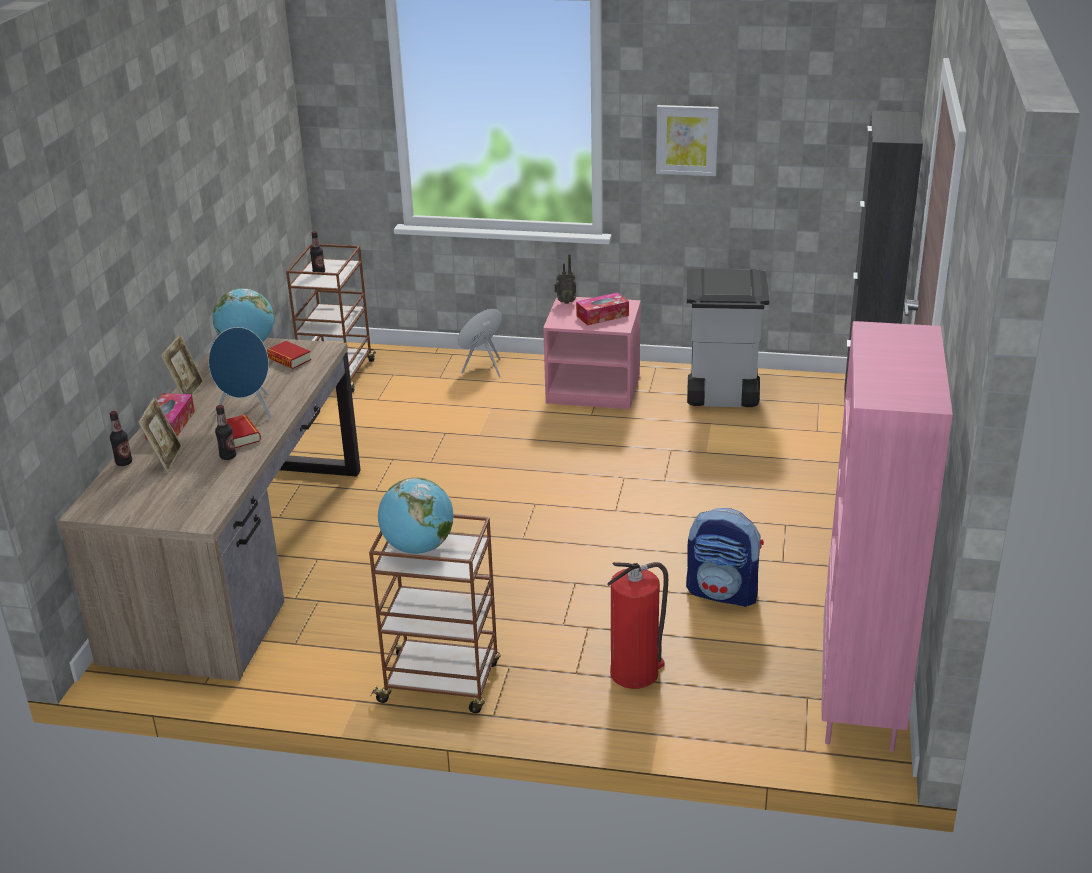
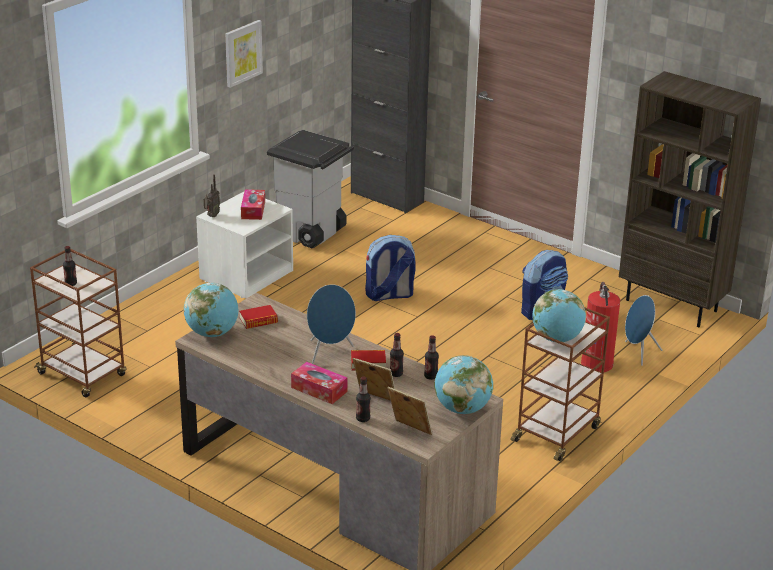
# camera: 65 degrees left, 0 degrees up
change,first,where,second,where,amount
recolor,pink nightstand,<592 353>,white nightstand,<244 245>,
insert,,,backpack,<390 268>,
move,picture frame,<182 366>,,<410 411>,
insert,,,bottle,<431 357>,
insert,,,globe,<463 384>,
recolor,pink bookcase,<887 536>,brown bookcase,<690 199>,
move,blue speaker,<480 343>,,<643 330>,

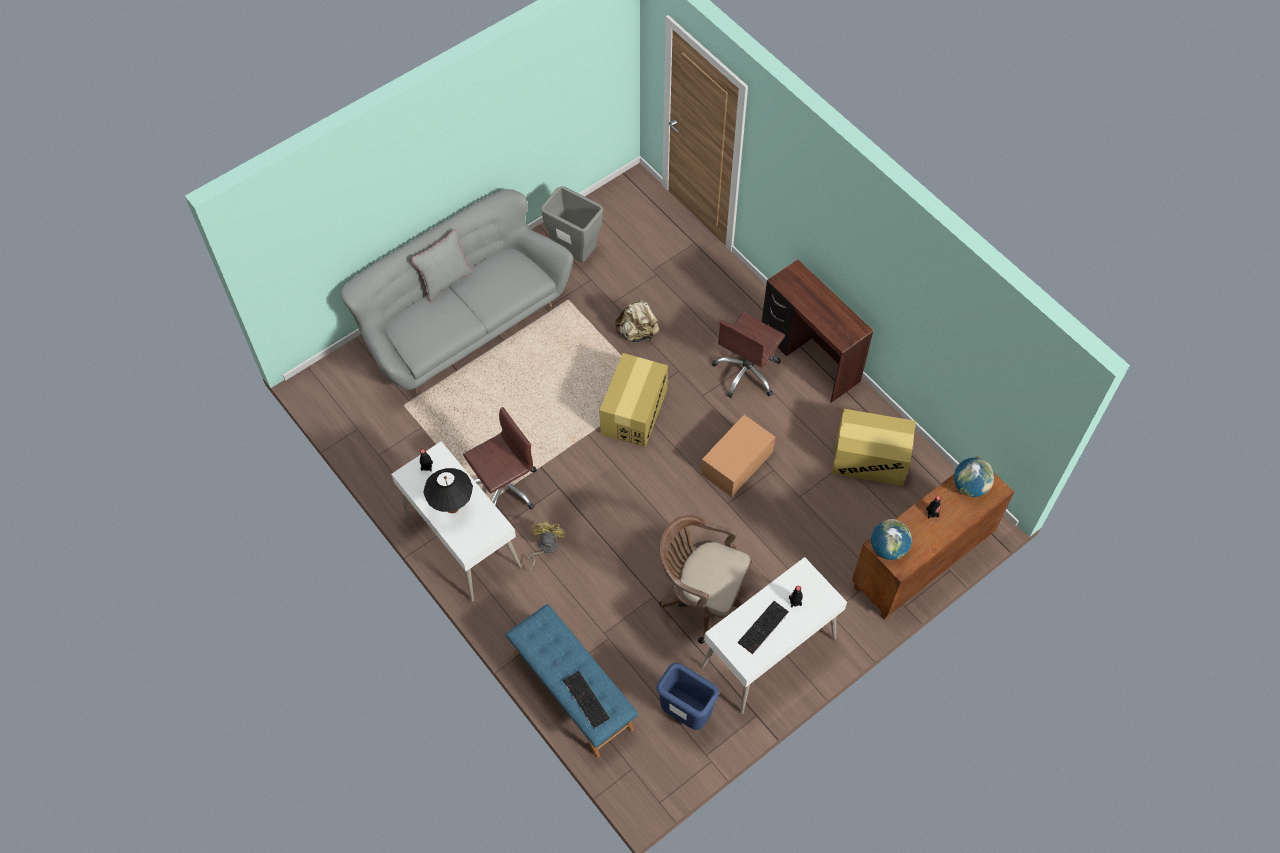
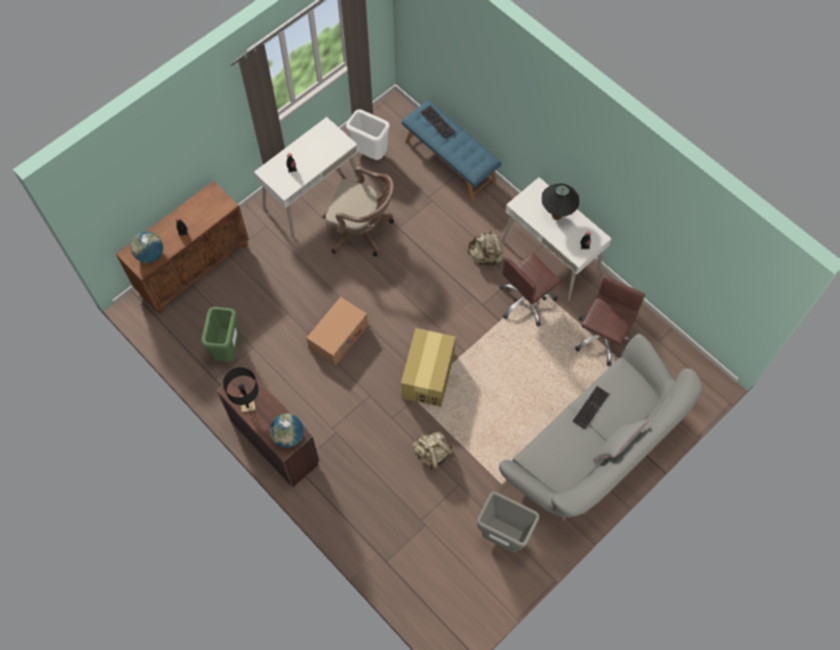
# camera: 175 degrees right, 5 degrees up
change,first,where,second,where,amount
replace,cardboard box,<874 447>,green trash can,<220 334>,
insert,,,black table lamp,<241 390>,
move,globe,<891 539>,,<287 430>,
recolor,blue trash can,<687 696>,white trash can,<368 134>,
replace,yellow fan,<546 546>,beige backpack,<485 248>,
move,keyboard,<763 627>,,<591 407>,
move,brown office chair,<748 355>,,<610 320>,

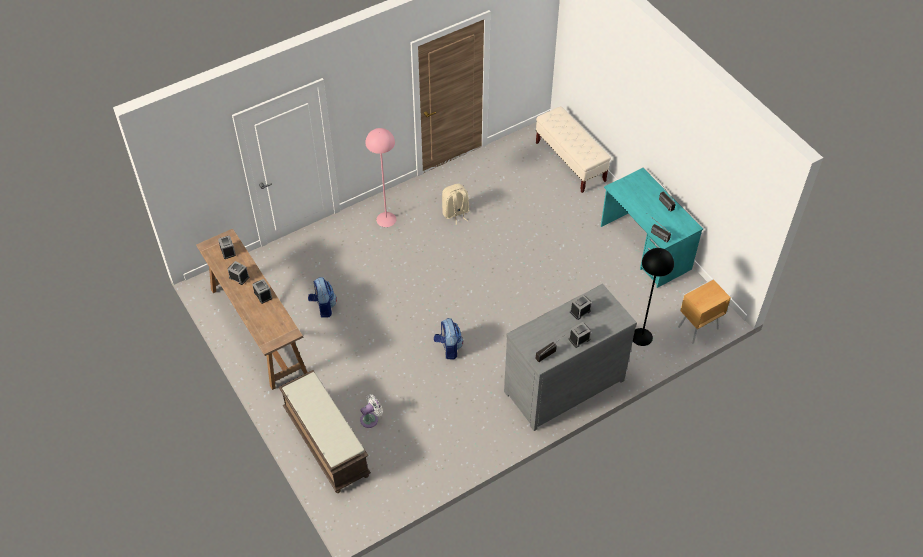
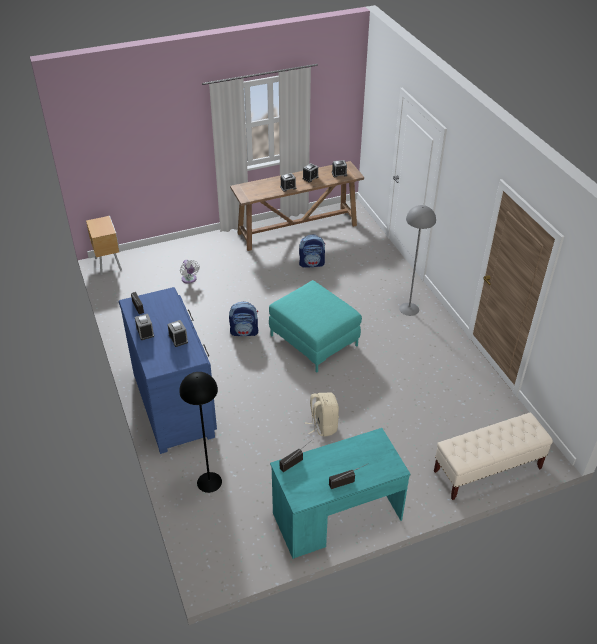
# camera: 100 degrees right, 10 degrees down
change,first,where,second,where,amount
move,brown nightstand,<704 311>,,<104 245>,
recolor,grey dresser,<570 357>,blue dresser,<168 370>,
insert,,,turquoise ottoman,<315 326>,
move,beige backpack,<455 204>,,<322 415>,
recolor,pink floor lamp,<380 177>,grey floor lamp,<417 260>,
delete,brown bench,<325 431>,,,

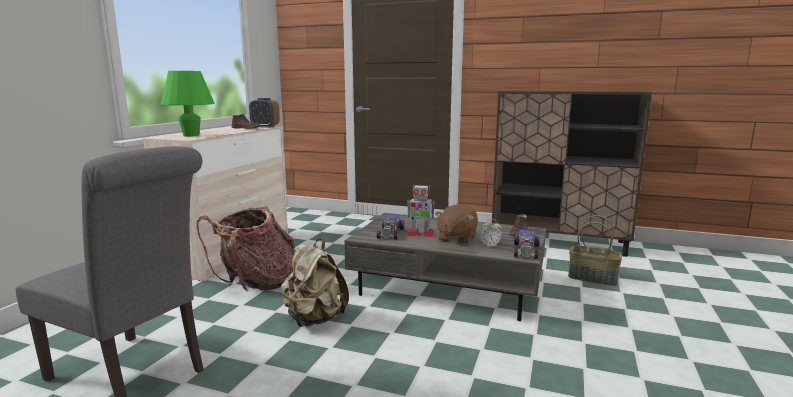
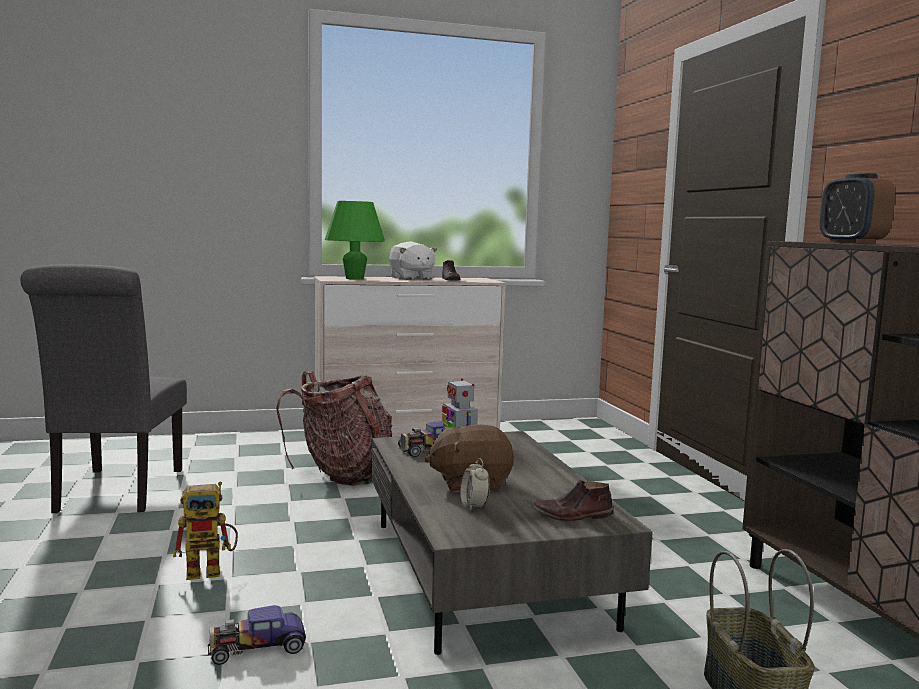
# camera: 55 degrees right, 5 degrees down
change,first,where,second,where,amount
insert,,,toy robot,<205 531>,
move,toy car,<527 244>,,<257 635>,
insert,,,white plush toy,<413 261>,
move,alarm clock,<264 113>,,<857 208>,
delete,beige backpack,<315 282>,,,

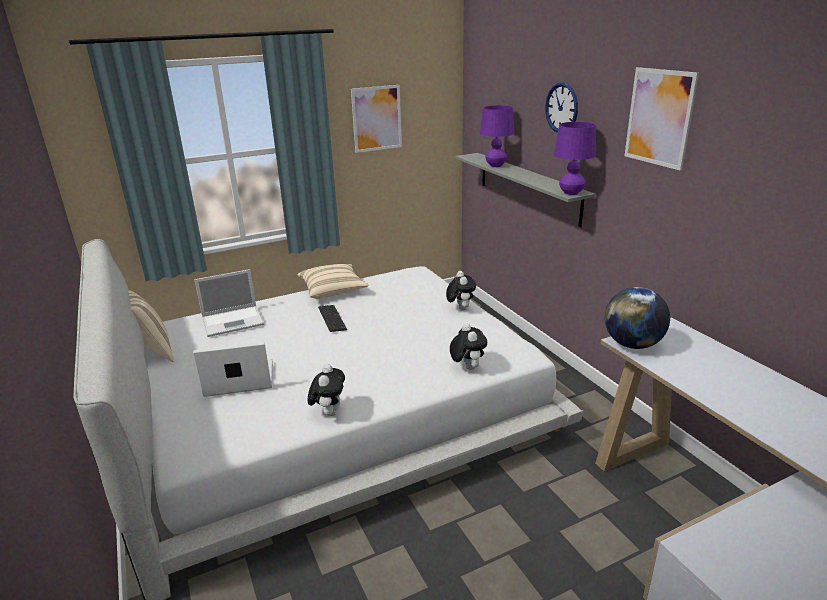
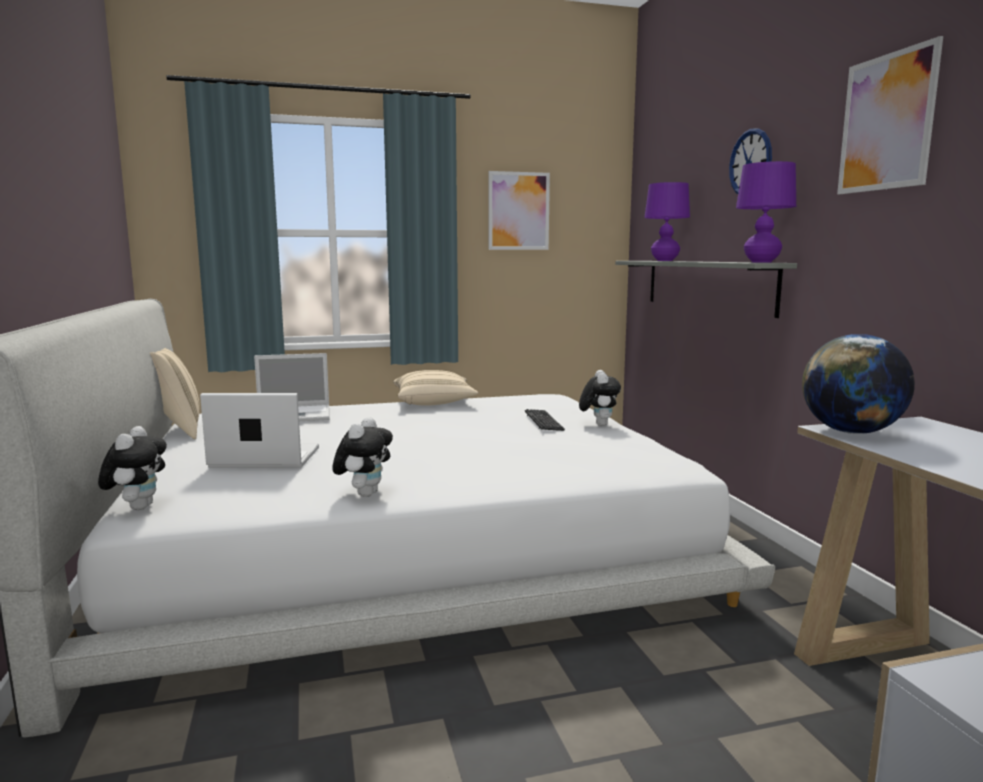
# camera: 10 degrees right, 15 degrees down
change,first,where,second,where,amount
move,plush toy,<468 346>,,<132 468>,
move,keyboard,<332 318>,,<545 420>,

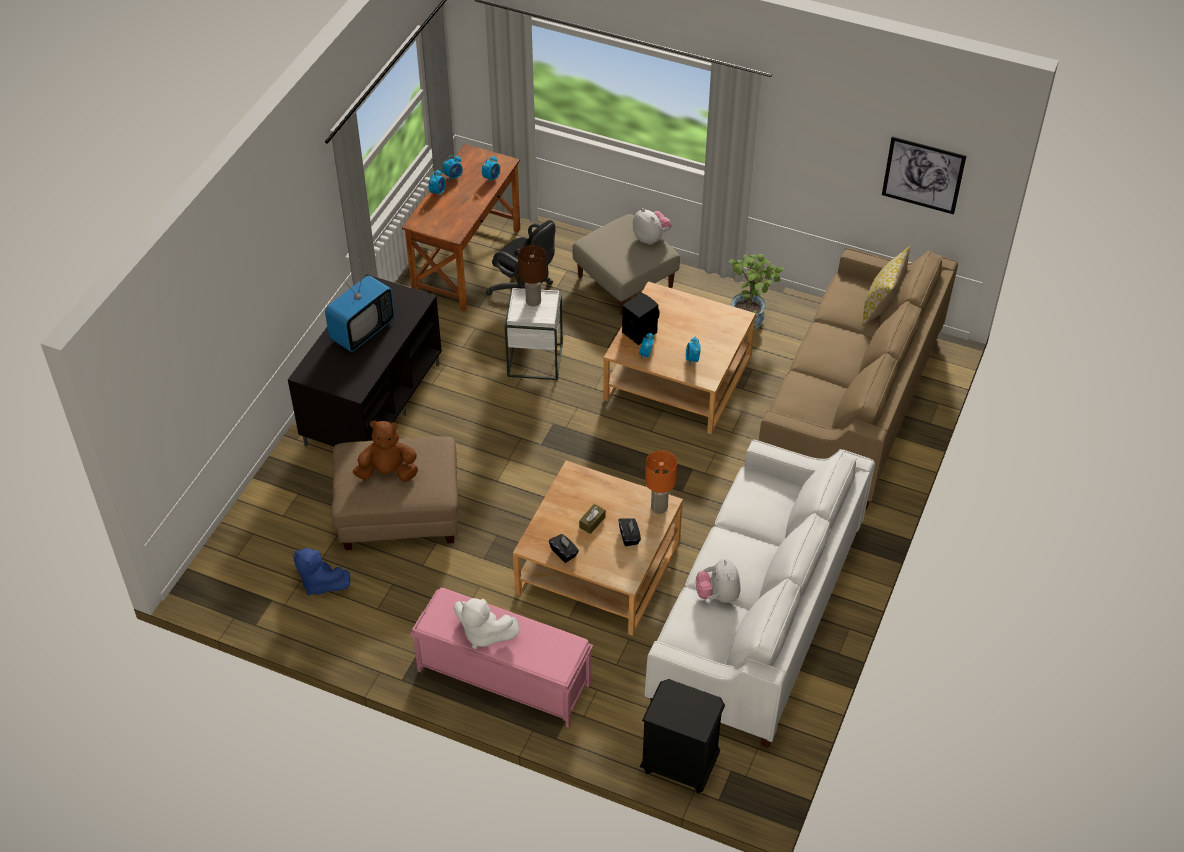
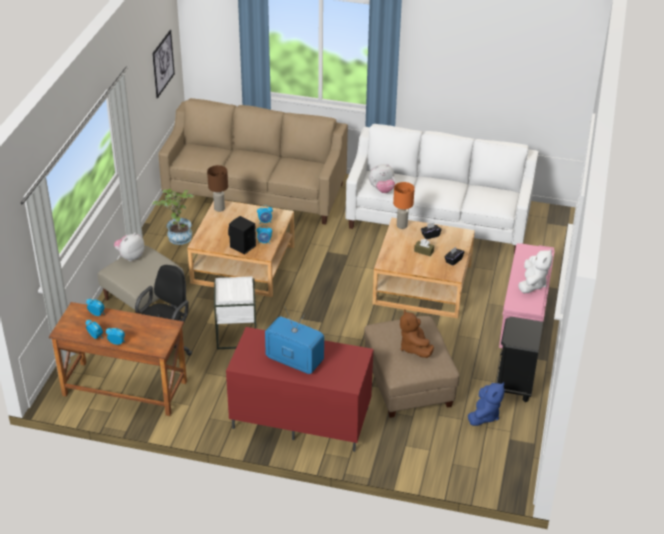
# camera: 100 degrees left, 10 degrees down
change,first,where,second,where,amount
move,brown table lamp,<532 276>,,<217 188>,
recolor,black tv stand,<365 360>,red tv stand,<299 389>,
move,plush toy,<718 581>,,<382 178>,
move,black nightstand,<682 736>,,<519 359>,
delete,pillow,<886 287>,,,

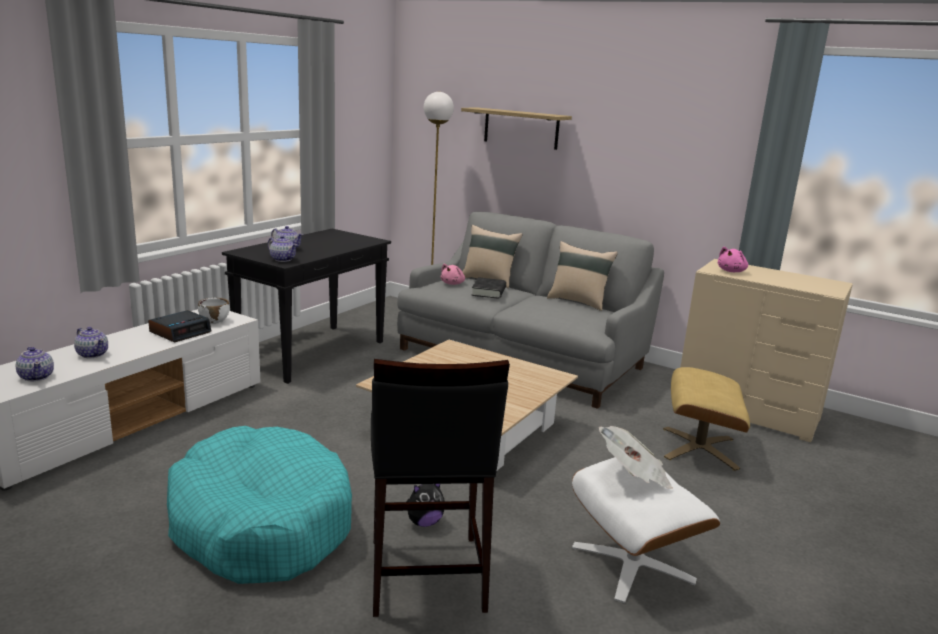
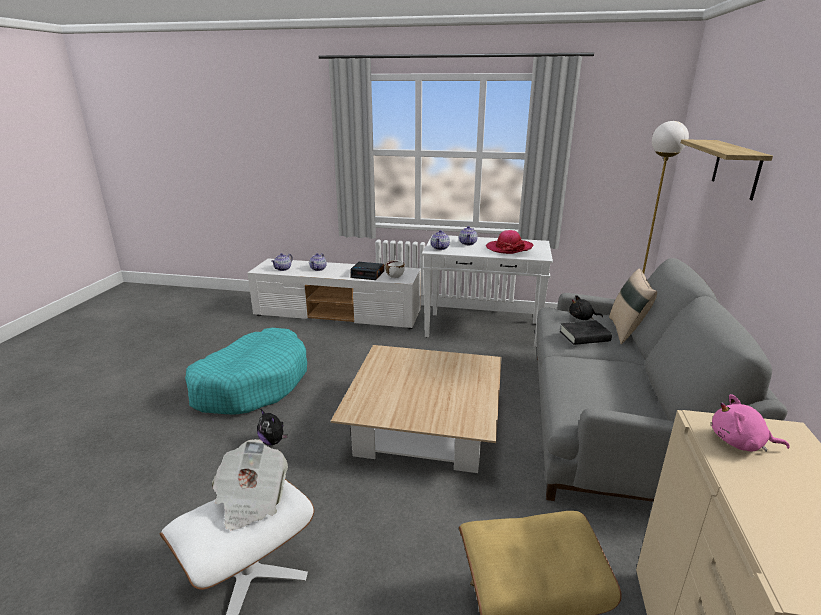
# camera: 70 degrees right, 5 degrees up
change,first,where,second,where,amount
recolor,black console table,<306 306>,white console table,<487 291>,
insert,,,hat,<509 242>,
recolor,pink plush toy,<453 274>,black plush toy,<586 307>,
delete,black stool,<440 488>,,,
delete,beige pillow,<582 276>,,,

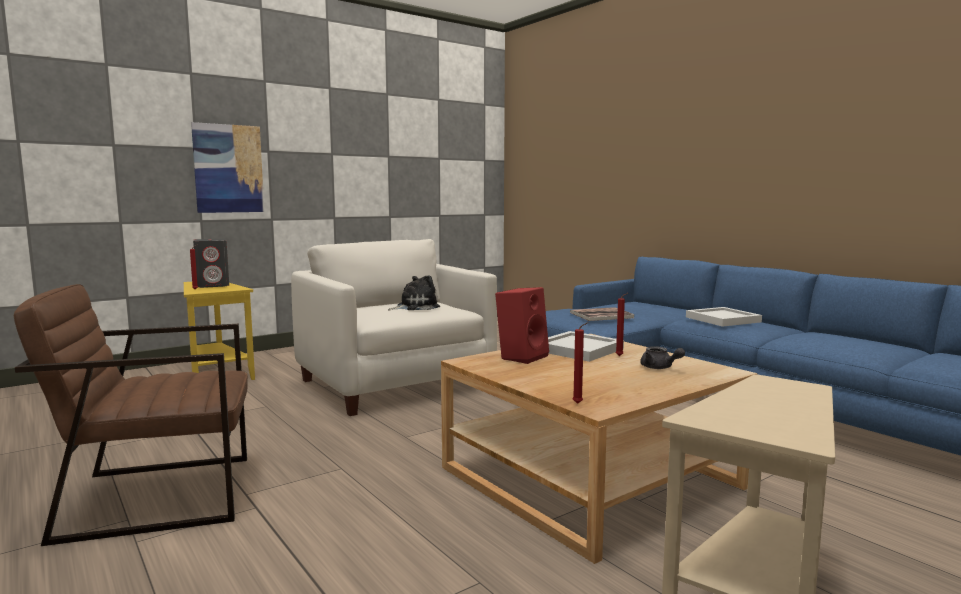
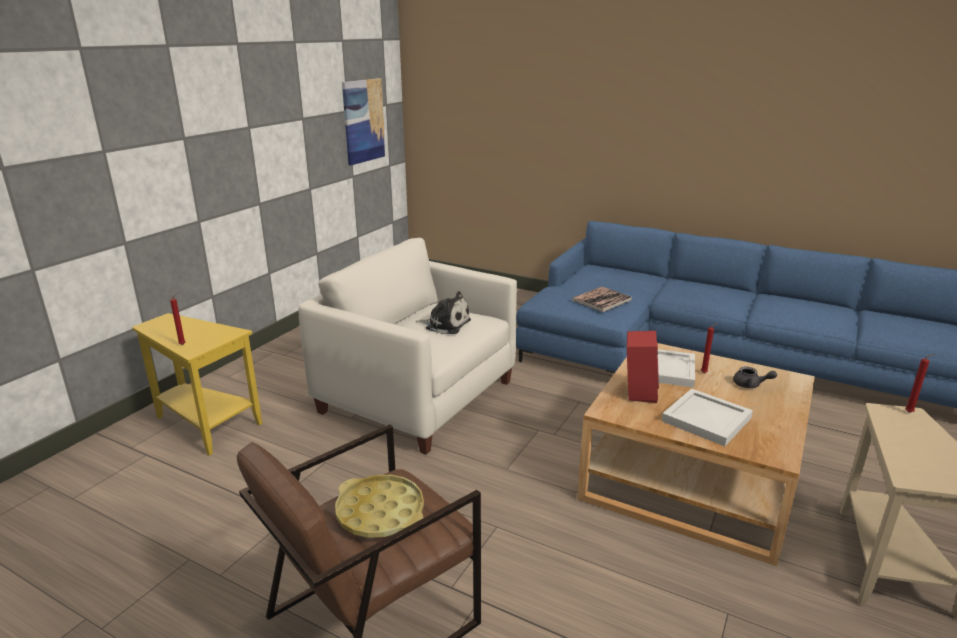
# camera: 25 degrees left, 15 degrees up
change,first,where,second,where,amount
insert,,,yellow tray,<379 506>,
move,picture,<227 167>,,<364 121>,
rotate,plush toy,<414 292>,,<443 312>,75 degrees clockwise
move,white tray,<724 317>,,<707 417>,
move,red candle,<581 363>,,<920 383>,
delete,grey speaker,<211 263>,,,

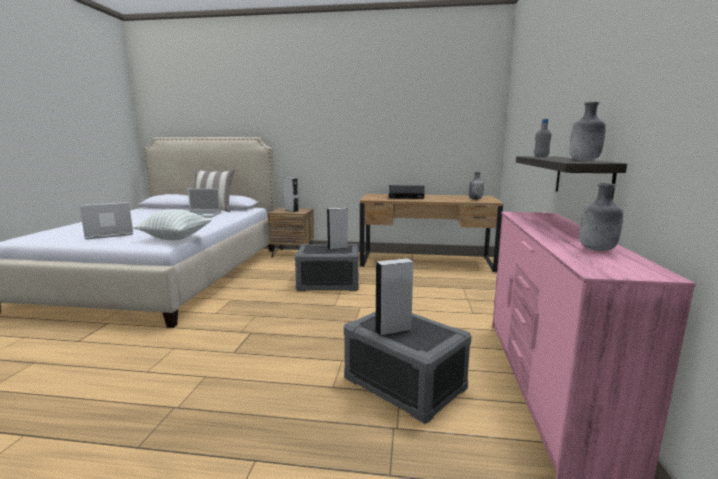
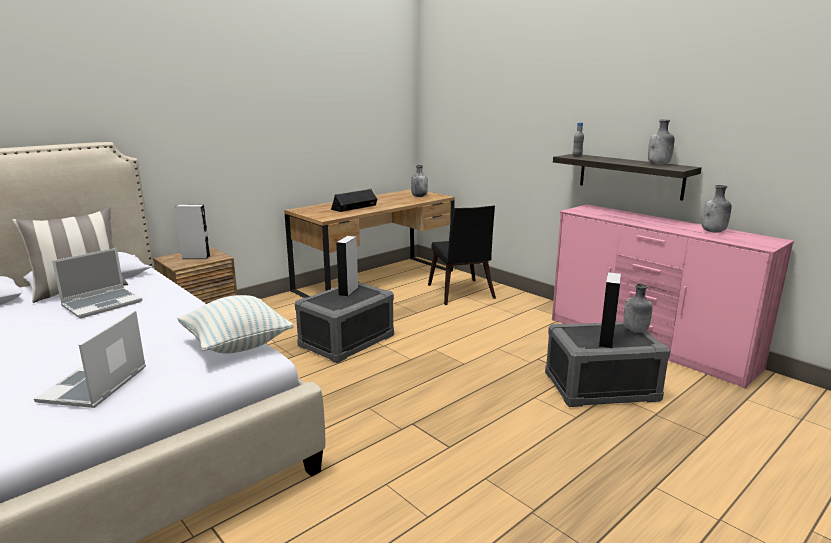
# camera: 50 degrees left, 5 degrees up
change,first,where,second,where,amount
insert,,,black chair,<462 255>,
insert,,,grey bottle,<637 308>,

